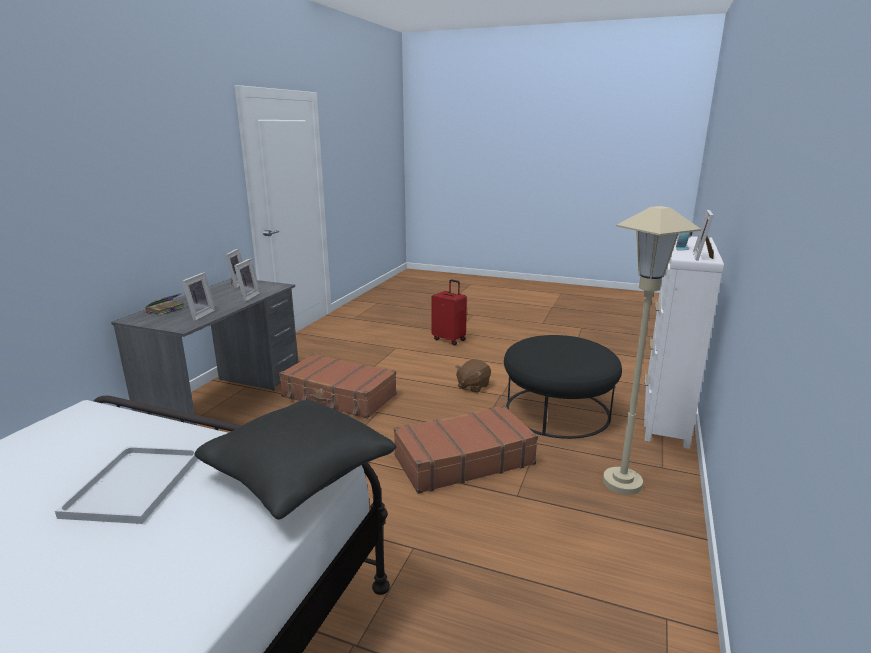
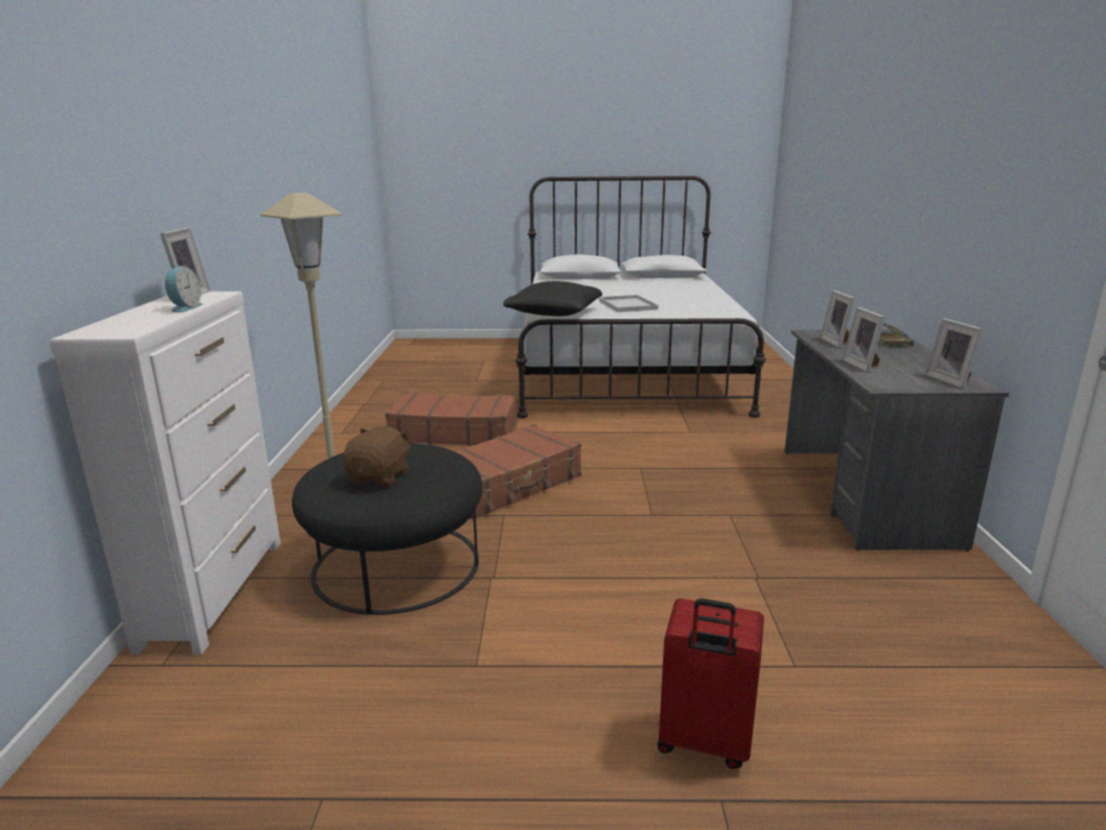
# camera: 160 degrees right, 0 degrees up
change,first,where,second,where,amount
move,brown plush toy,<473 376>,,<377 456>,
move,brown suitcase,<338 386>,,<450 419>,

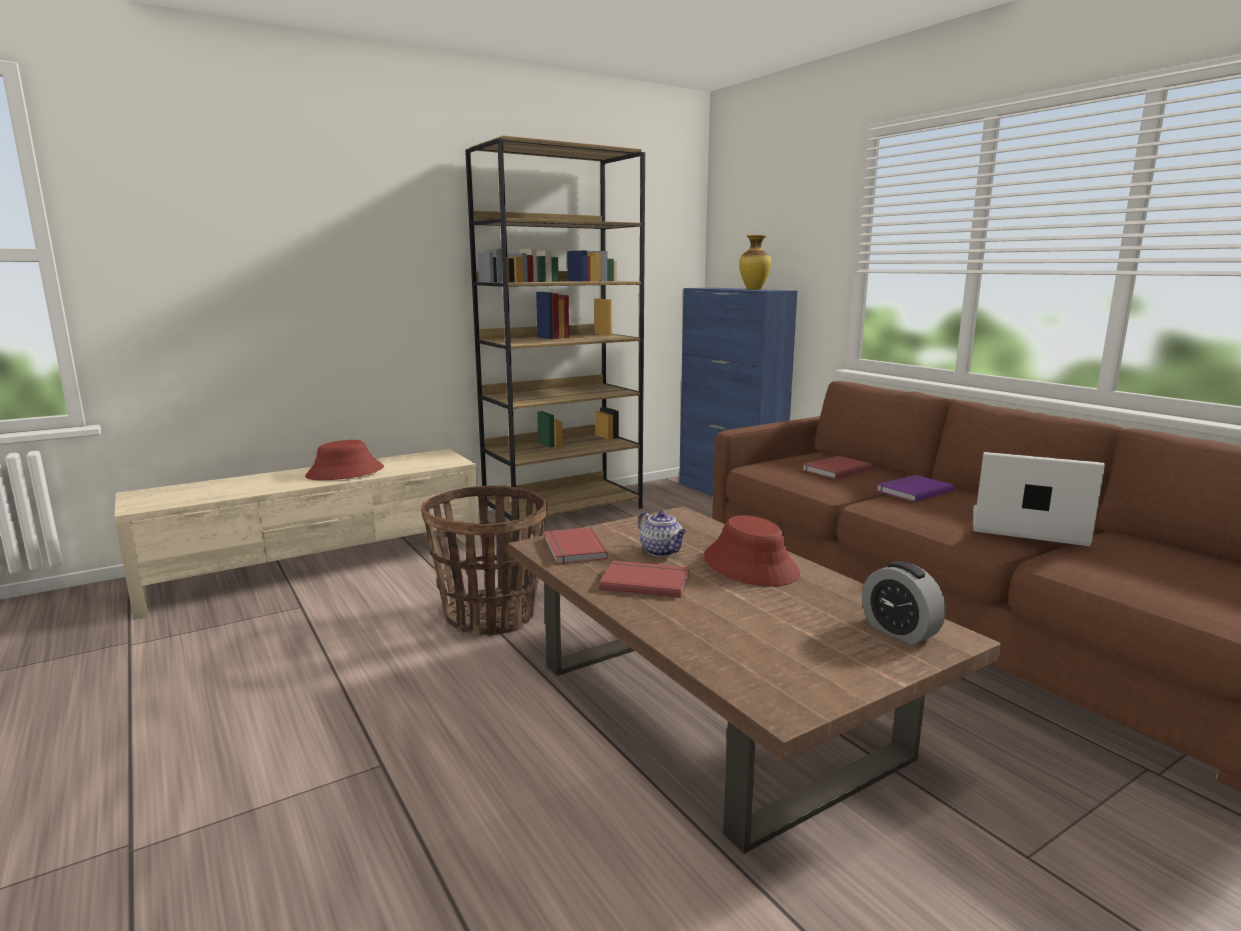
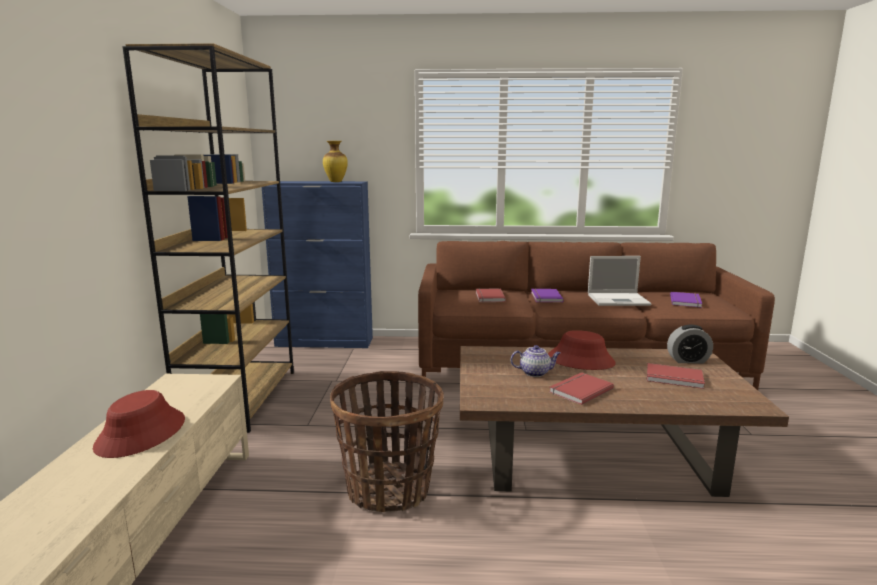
# camera: 55 degrees left, 0 degrees up
change,first,where,second,where,amount
rotate,laptop,<1039 499>,,<619 281>,150 degrees counterclockwise
move,red book,<576 545>,,<676 376>,
insert,,,purple book,<686 300>,

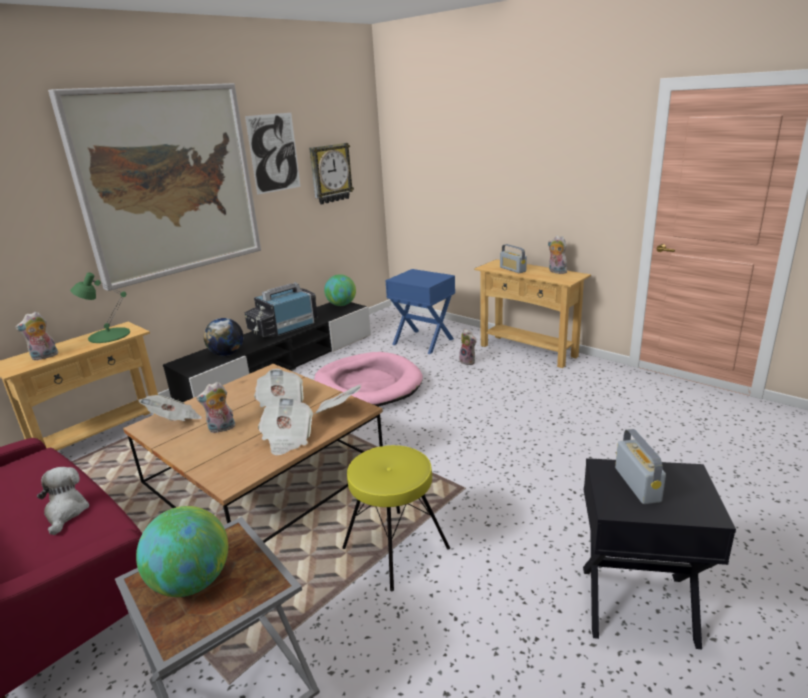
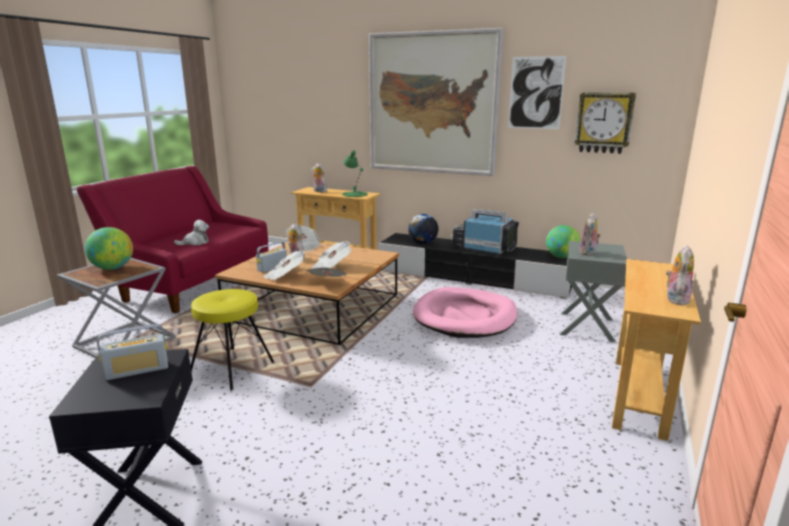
# camera: 70 degrees right, 5 degrees down
change,first,where,second,where,amount
move,radio,<513 258>,,<271 257>,
recolor,blue side table,<420 311>,grey side table,<593 291>,
move,plush toy,<468 347>,,<590 234>,

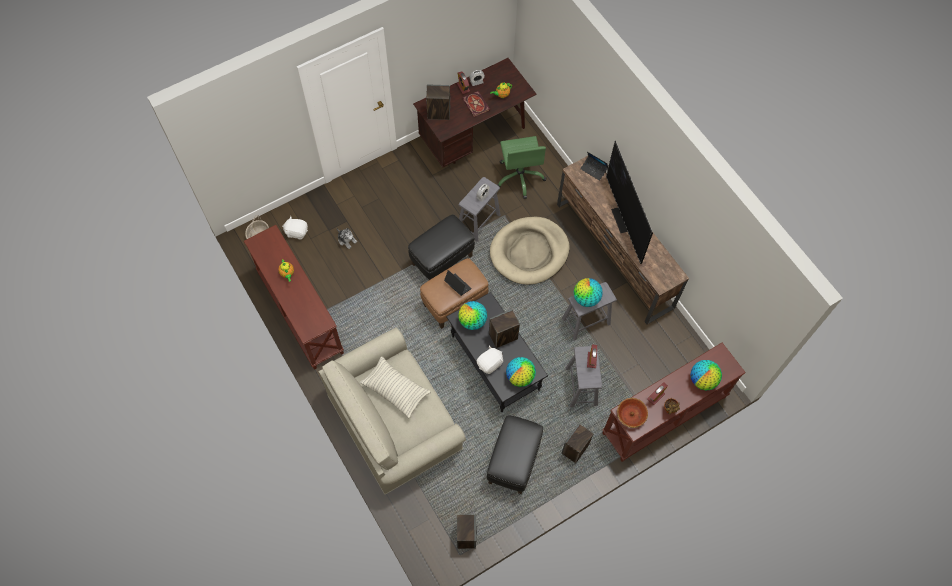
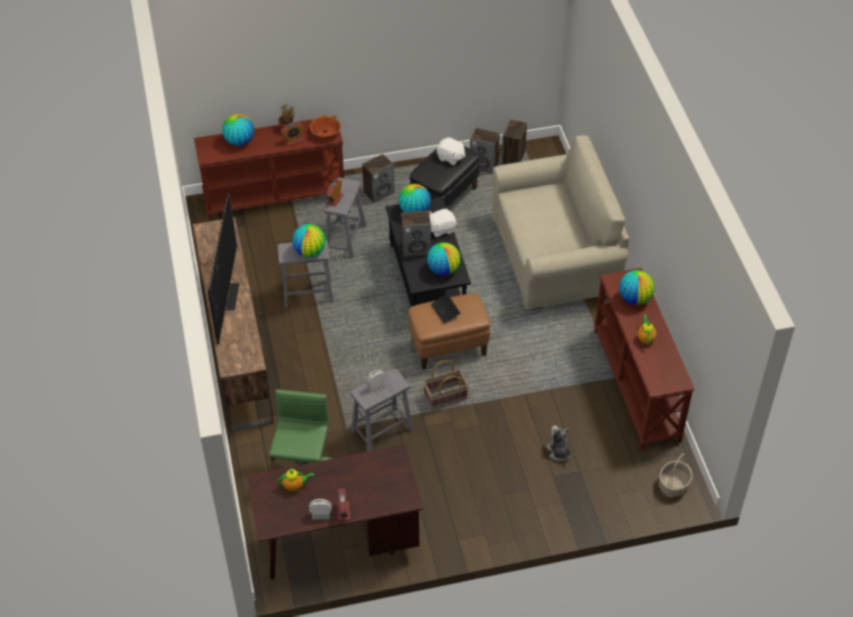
# camera: 160 degrees left, 15 degrees down
change,first,where,second,where,amount
replace,black ottoman,<441 247>,basket,<445 385>,
move,white plush toy,<295 228>,,<451 151>,
move,speaker,<438 102>,,<485 151>,
insert,,,globe,<636 287>,
delete,pillow,<395 387>,,,
delete,book,<476 104>,,,
delete,beige dog bed,<530 251>,,,
delete,laptop,<594 166>,,,

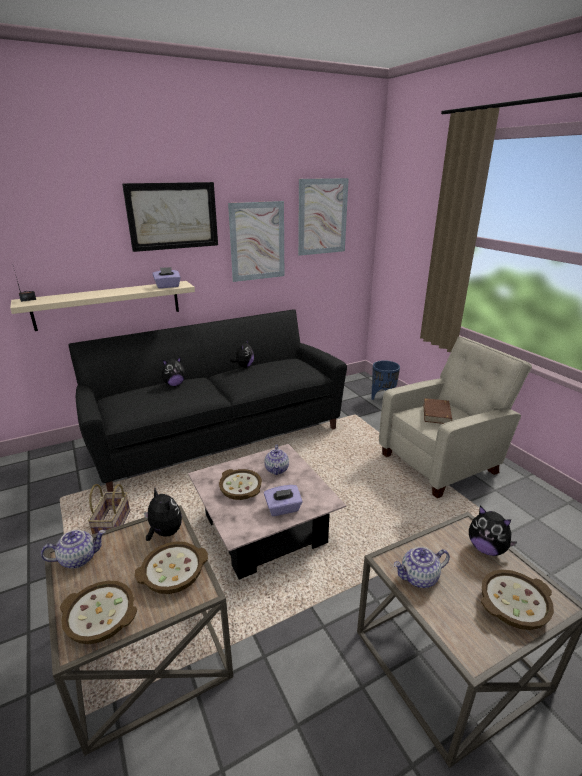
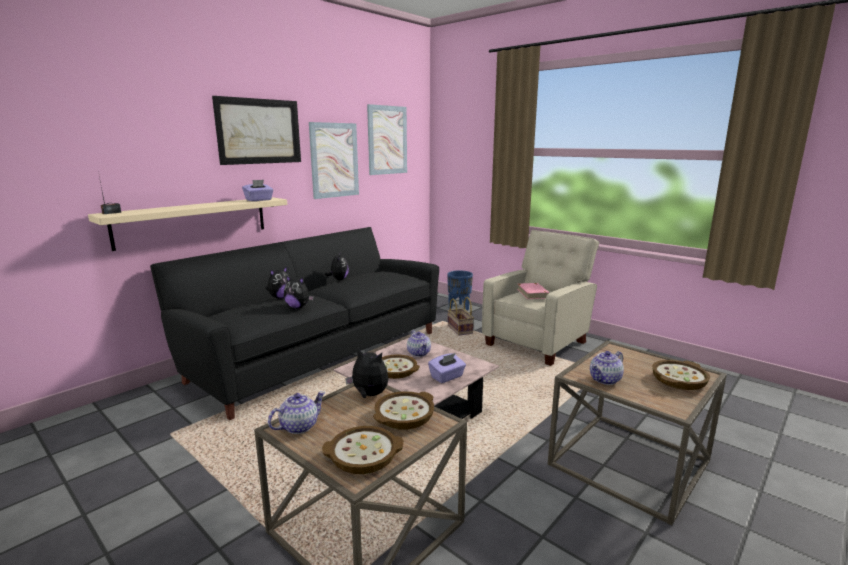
# camera: 20 degrees left, 10 degrees down
change,first,where,second,where,amount
move,plush toy,<493 531>,,<299 291>,
move,basket,<109 509>,,<460 316>,
recolor,brown book,<437 411>,pink book,<533 291>,

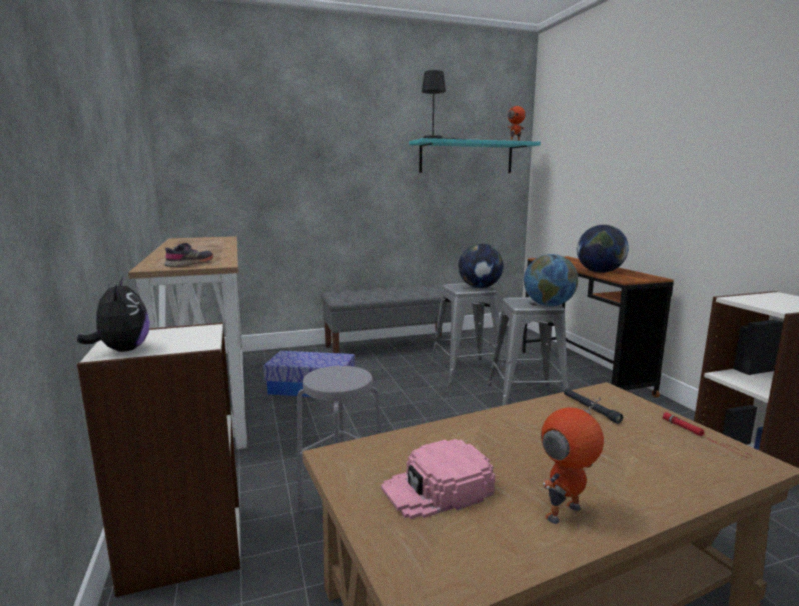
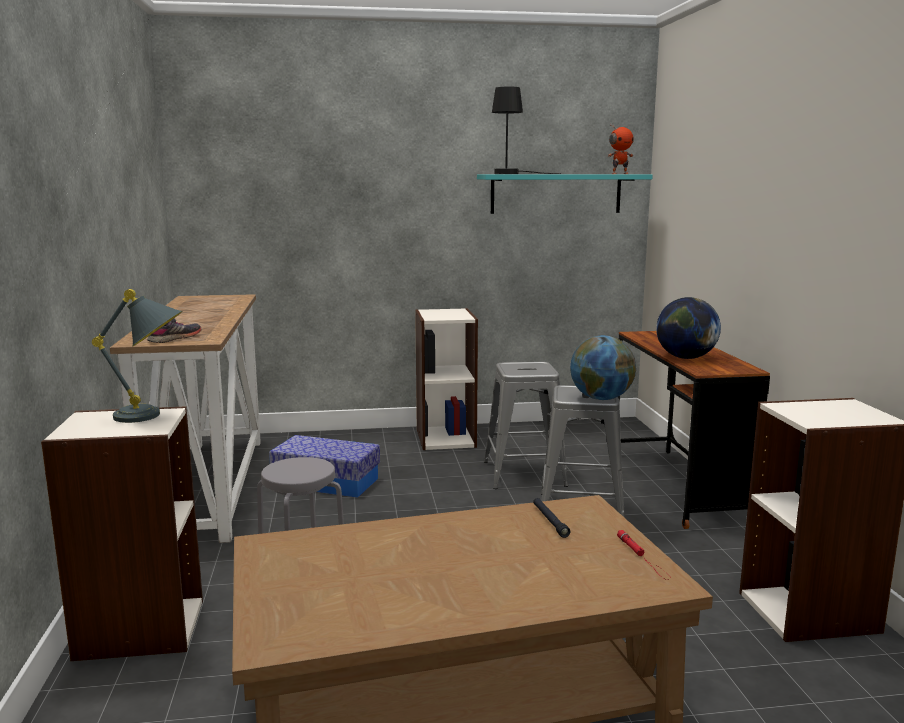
# camera: 10 degrees right, 0 degrees up
change,first,where,second,where,amount
insert,,,grey table lamp,<137 356>,
replace,grey bench,<386 318>,bookcase,<446 379>,
delete,plush toy,<113 315>,,,
delete,pink cap,<438 479>,,,
delete,globe,<481 265>,,,
delete,toy robot,<572 460>,,,

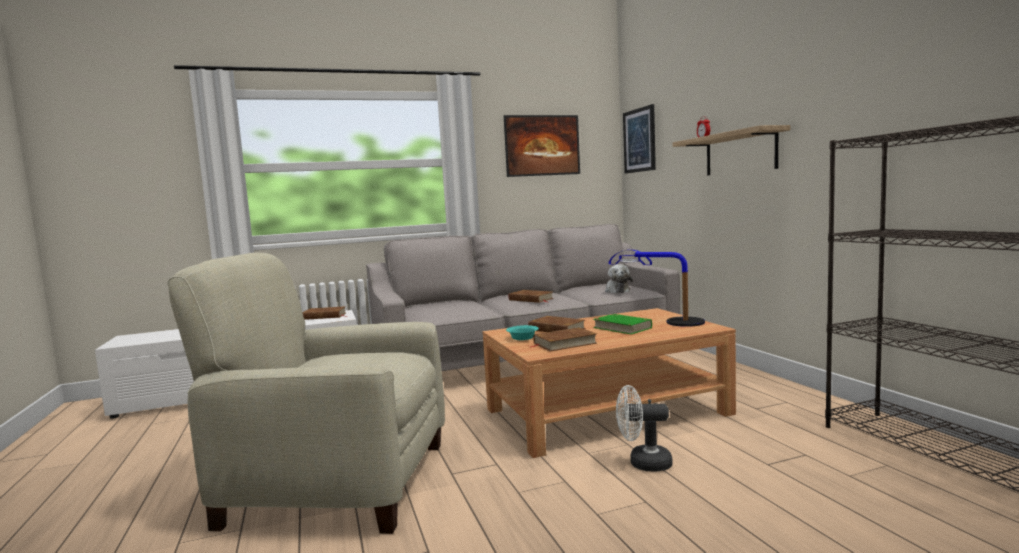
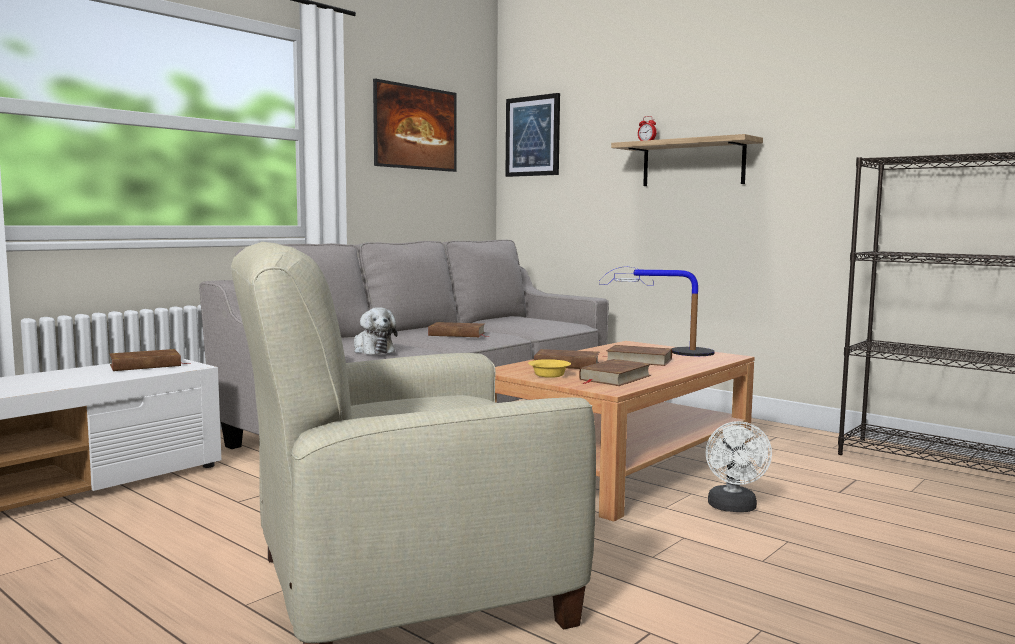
# camera: 30 degrees left, 0 degrees up
change,first,where,second,where,amount
move,plush toy,<619 278>,,<376 330>,
recolor,turquoise bowl,<522 332>,yellow bowl,<549 368>,
recolor,green book,<622 324>,brown book,<639 355>,
rotate,white fan,<644 428>,,<739 466>,60 degrees counterclockwise

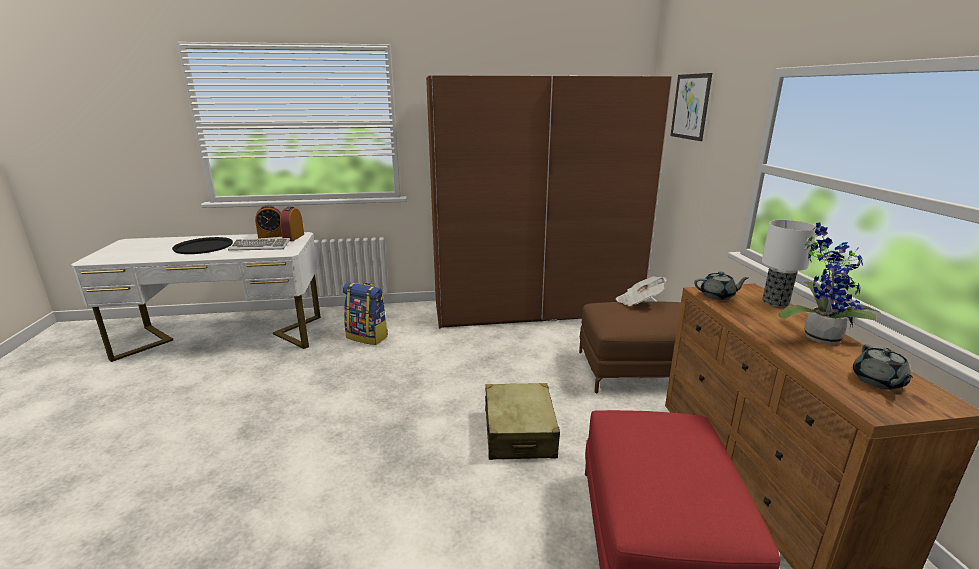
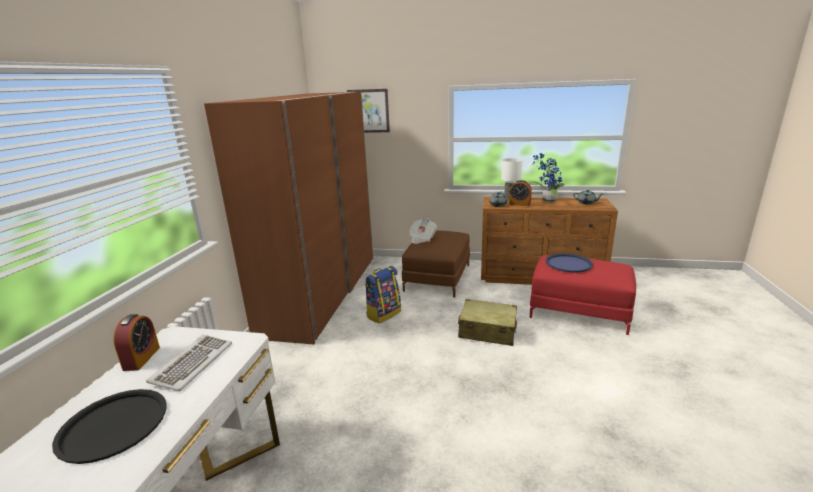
# camera: 70 degrees left, 0 degrees up
change,first,where,second,where,amount
move,backpack,<365 313>,,<383 295>,
move,alarm clock,<292 223>,,<520 193>,
insert,,,blue tray,<569 263>,

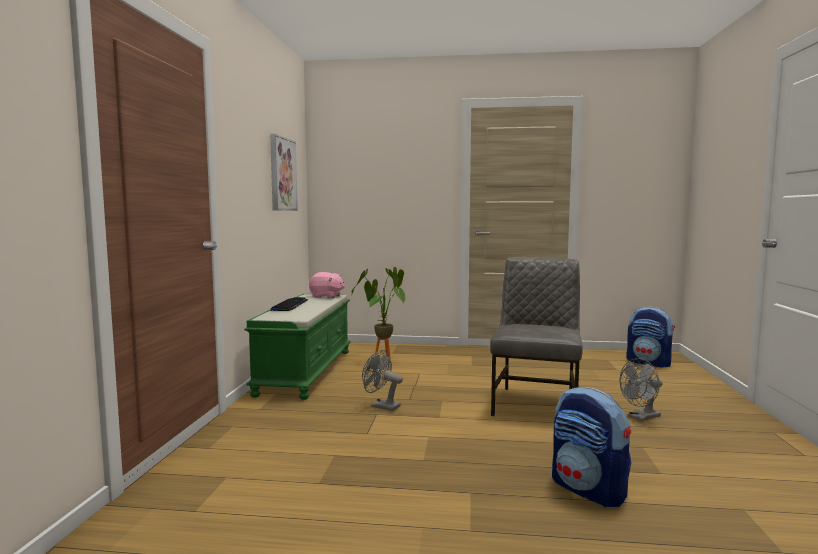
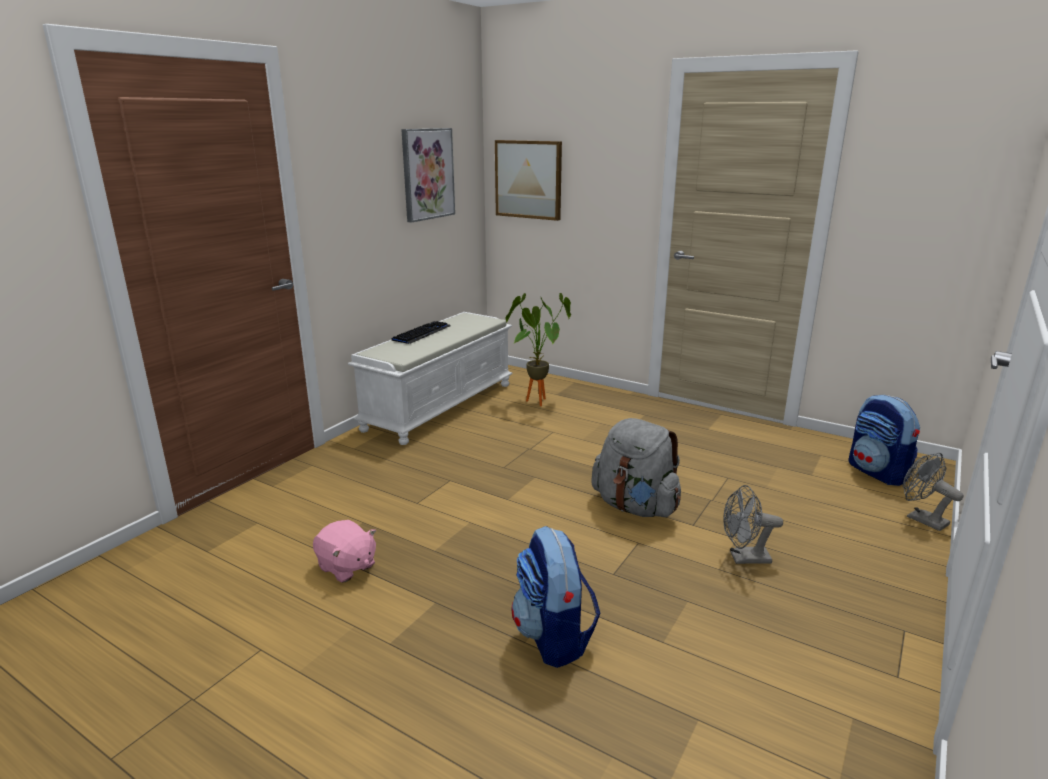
# camera: 25 degrees right, 15 degrees up
change,first,where,second,where,amount
move,pink plush toy,<327 285>,,<344 551>,
recolor,green bench,<297 347>,white bench,<430 378>,
insert,,,picture,<528 180>,
replace,grey chair,<536 336>,grey backpack,<636 467>,
move,grey fan,<382 380>,,<933 492>,

